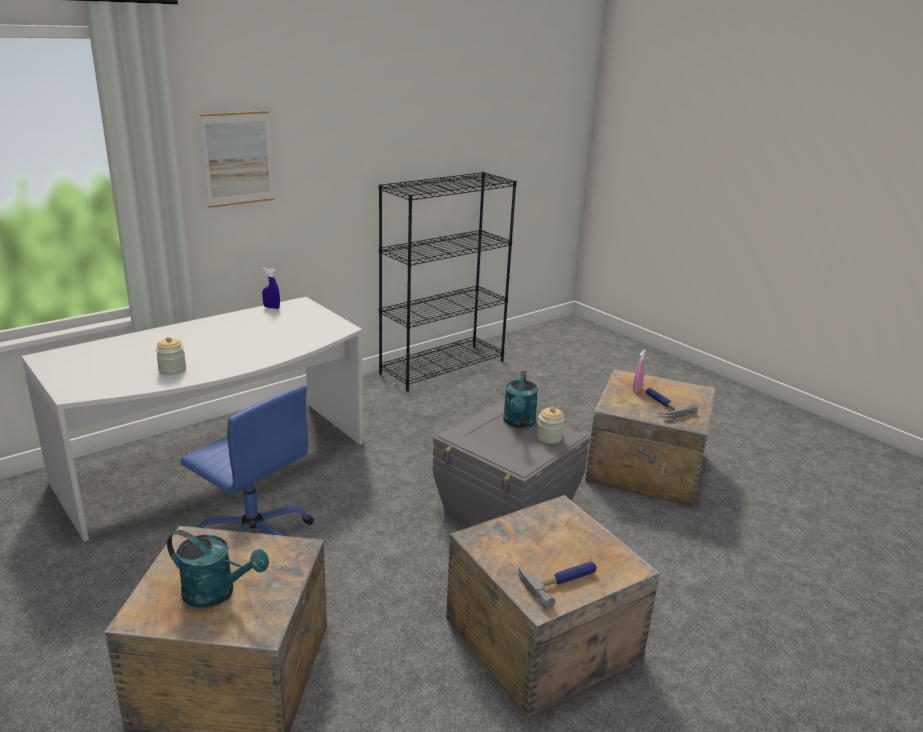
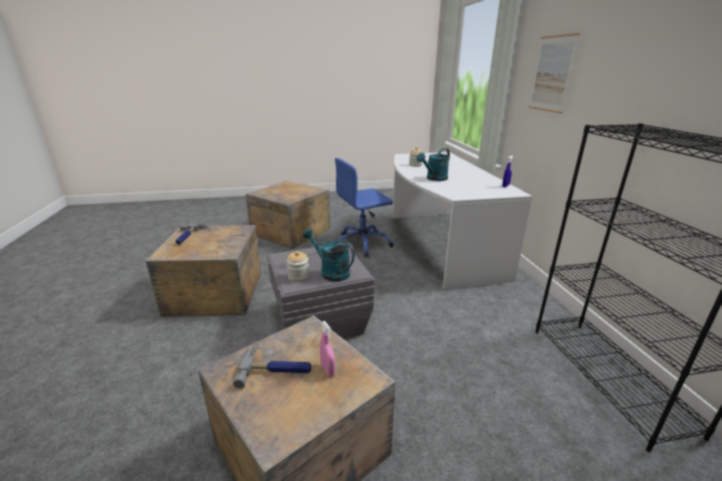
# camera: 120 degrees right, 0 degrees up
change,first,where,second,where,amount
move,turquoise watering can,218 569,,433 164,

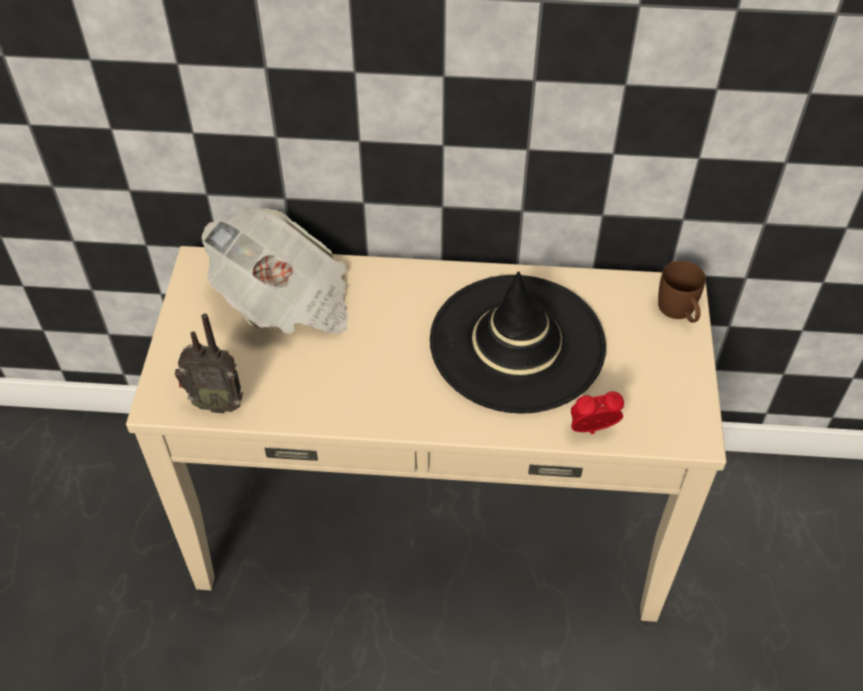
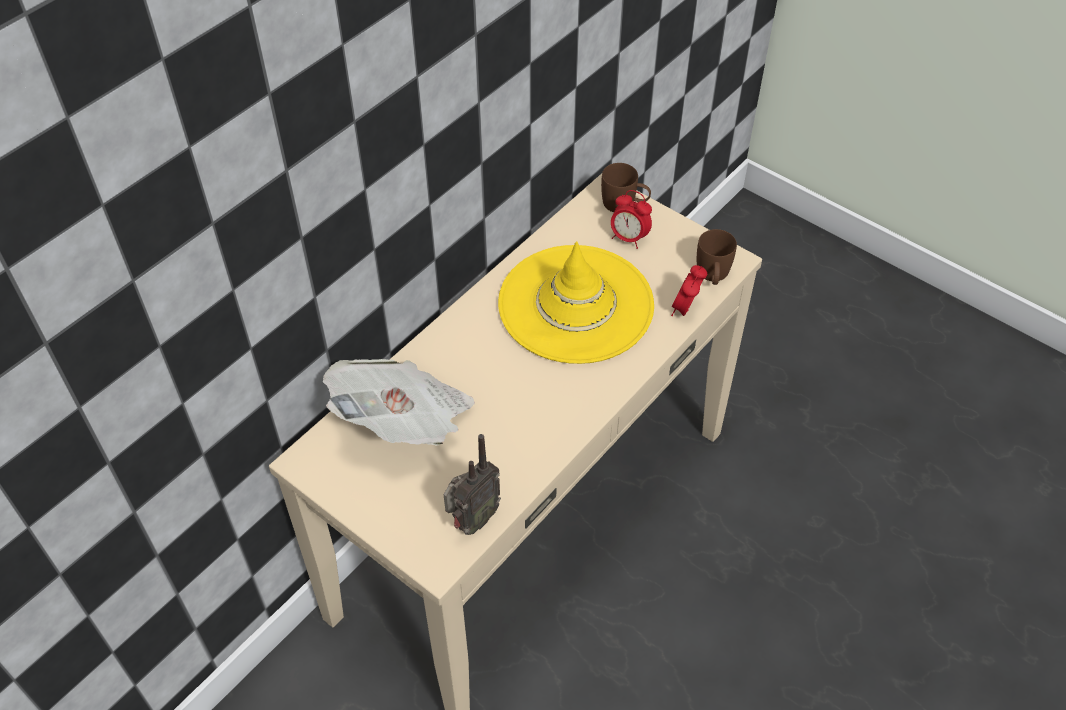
# camera: 55 degrees left, 0 degrees up
change,first,where,second,where,amount
recolor,black hat,518 342,yellow hat,576 302,
insert,,,alarm clock,631 219,
insert,,,brown mug,717 257,

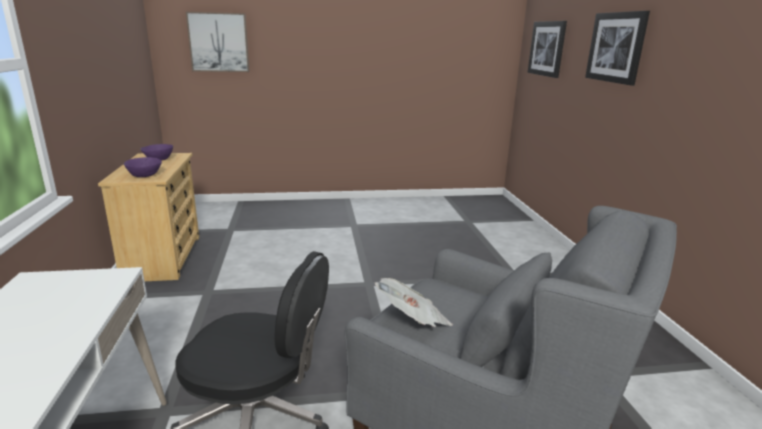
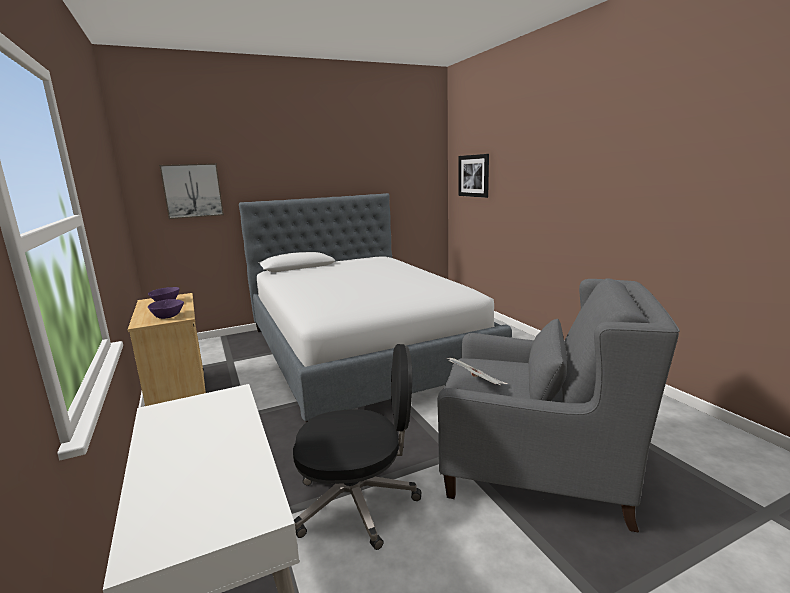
# camera: 15 degrees left, 5 degrees down
change,first,where,second,where,amount
delete,picture,617 48,,,
insert,,,bed,375 308,

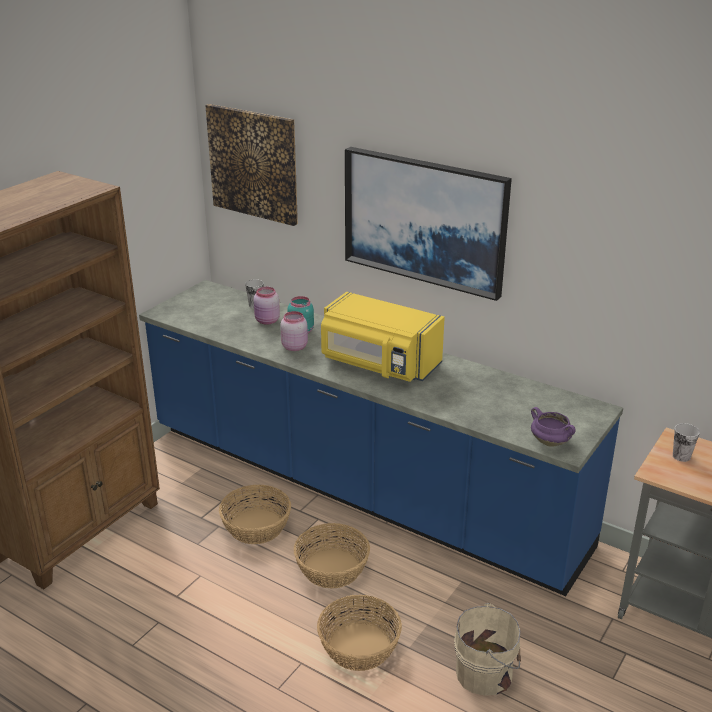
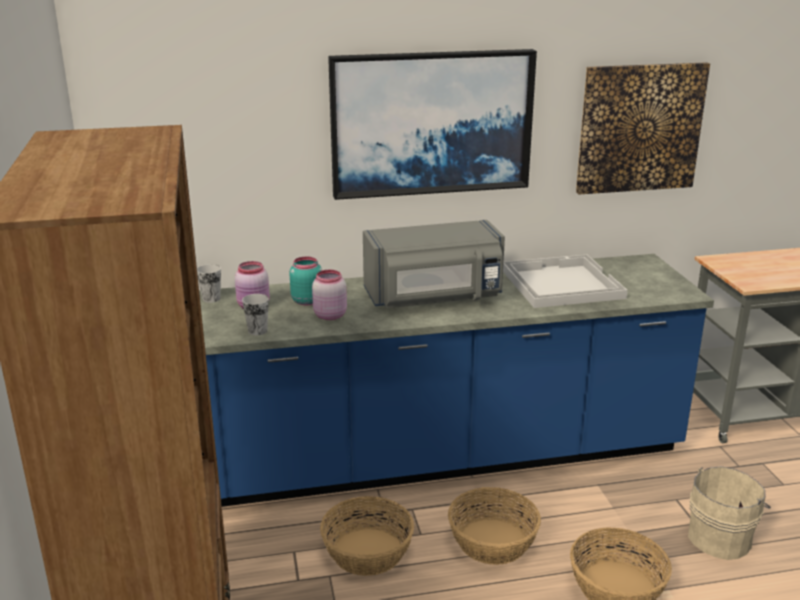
# camera: 45 degrees left, 5 degrees down
change,first,where,second,where,amount
move,picture,251 165,,643 128,
recolor,yellow microwave,383 337,grey microwave,434 264,
delete,purple cooking pot,553 427,,,
move,cup,686 442,,255 314,
insert,,,white tray,565 281,

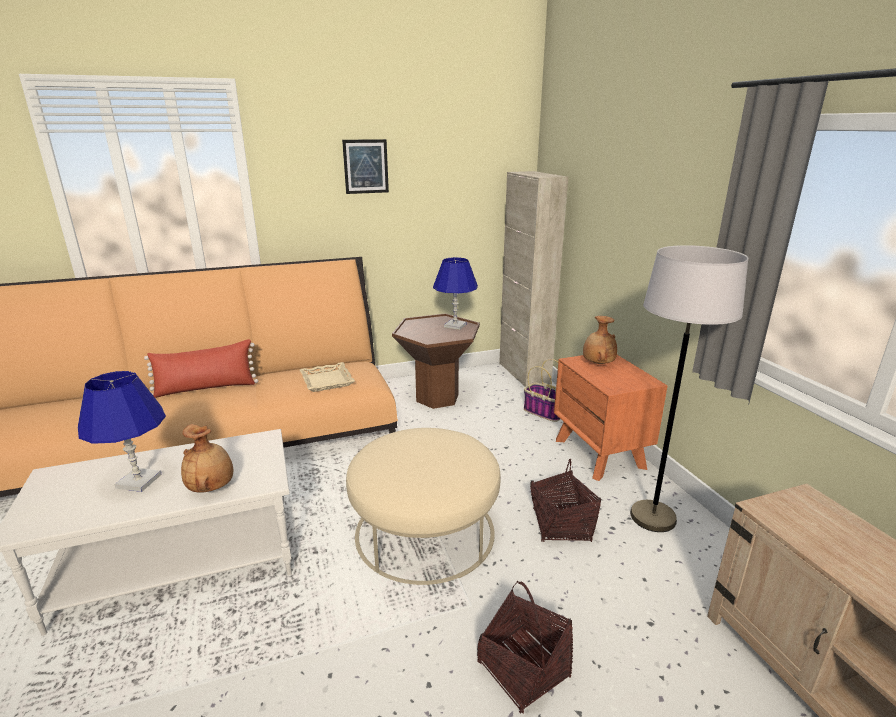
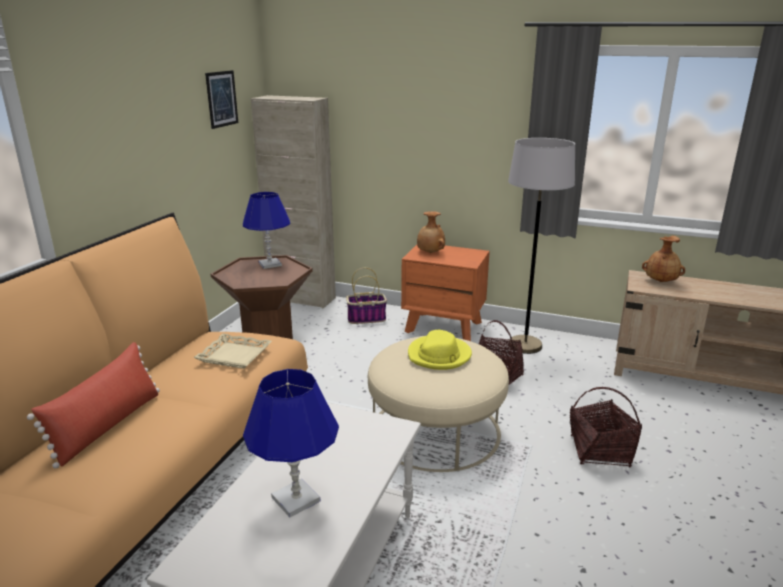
# camera: 50 degrees left, 0 degrees up
change,first,where,second,where,amount
move,brown vase,207 458,,663 259,
move,picture,365 166,,221 99,
insert,,,yellow hat,440 350,

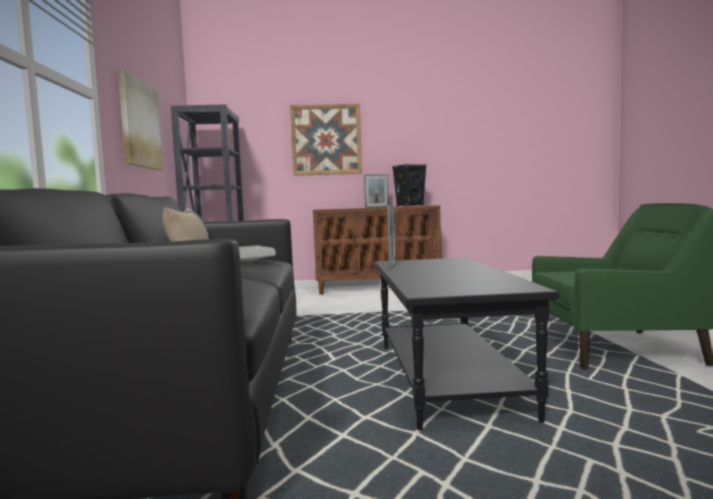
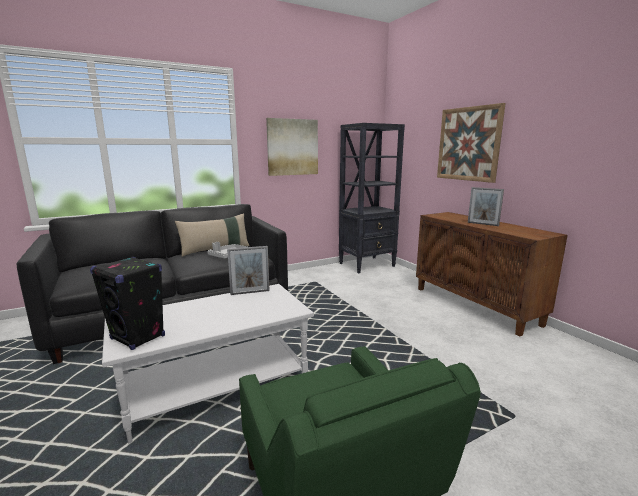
# camera: 65 degrees right, 10 degrees up
change,first,where,second,where,amount
recolor,black coffee table,466 344,white coffee table,208 363,
move,black speaker,409 185,,127 303,

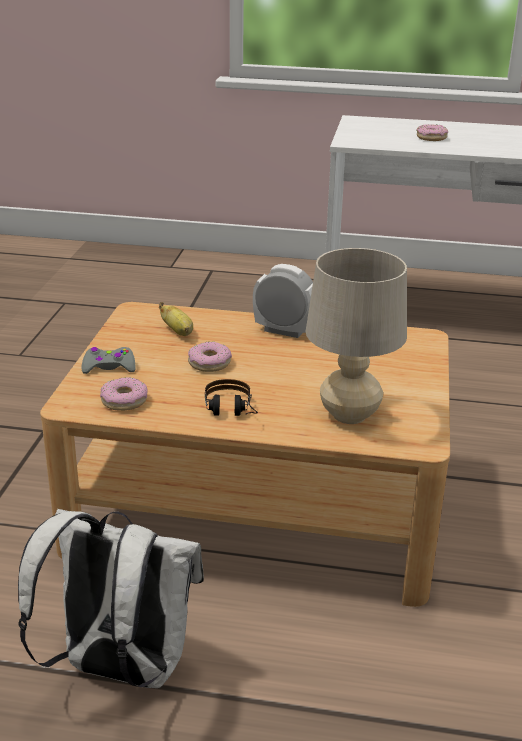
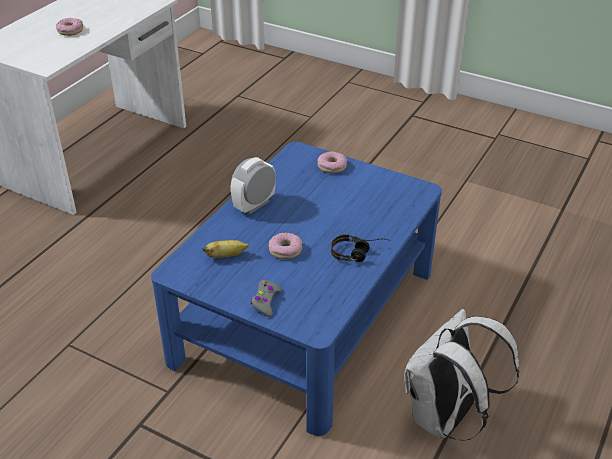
# camera: 70 degrees left, 10 degrees up
change,first,where,second,where,amount
recolor,beige coffee table,245 454,blue coffee table,296 289,
move,donut,124 394,,332 162,
delete,beige table lamp,356 336,,,

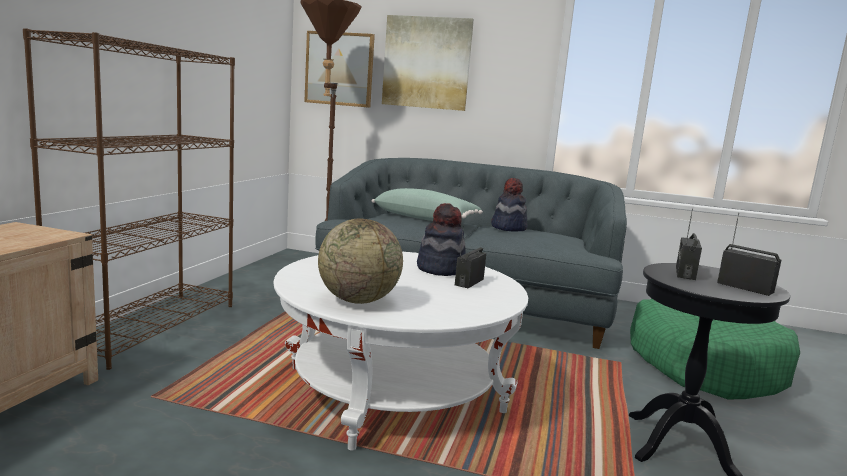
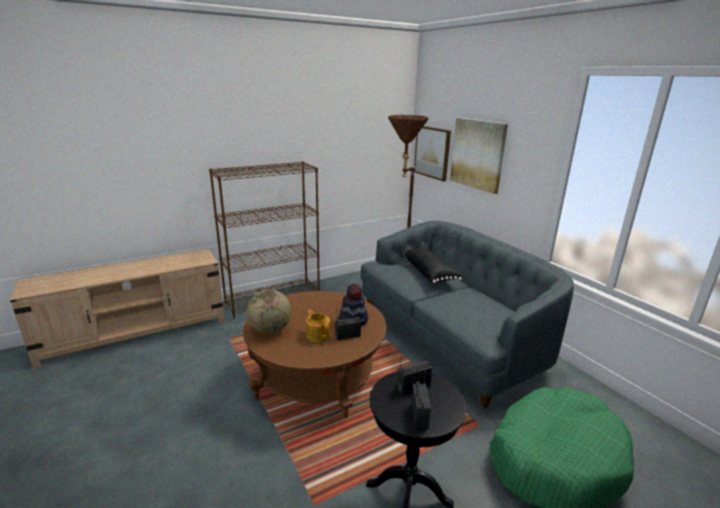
# camera: 45 degrees right, 10 degrees up
change,first,where,second,where,amount
recolor,white coffee table,400 351,brown coffee table,314 354,
recolor,green pillow,427 204,black pillow,433 266,
delete,hat,509 204,,,
insert,,,teapot,318 325,

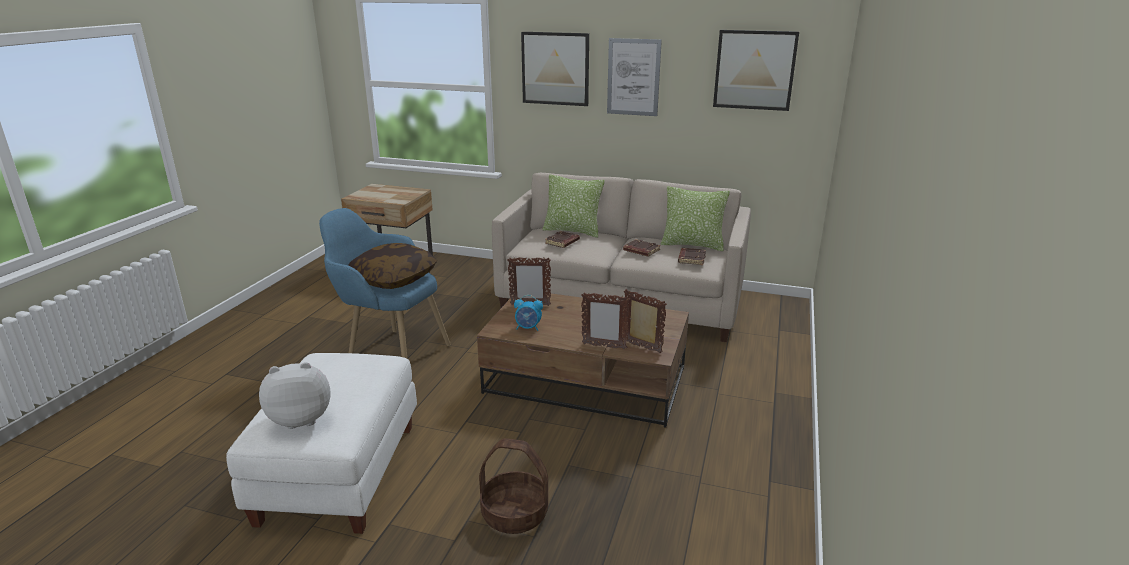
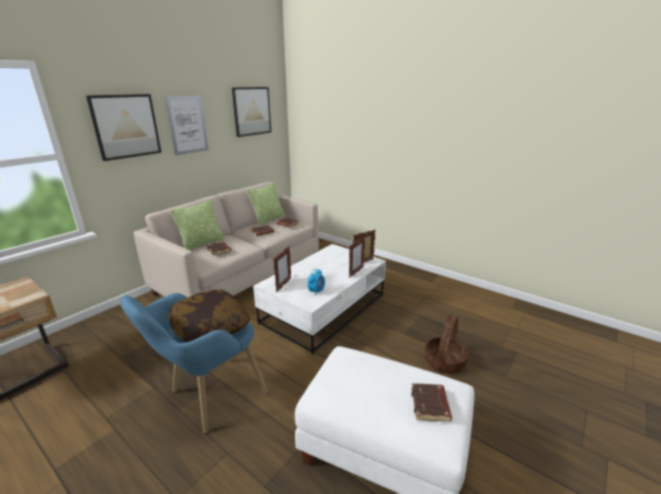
# camera: 70 degrees left, 0 degrees up
change,first,where,second,where,amount
replace,plush toy,295 395,brown book,431 402,
recolor,brown coffee table,583 360,white coffee table,319 299,

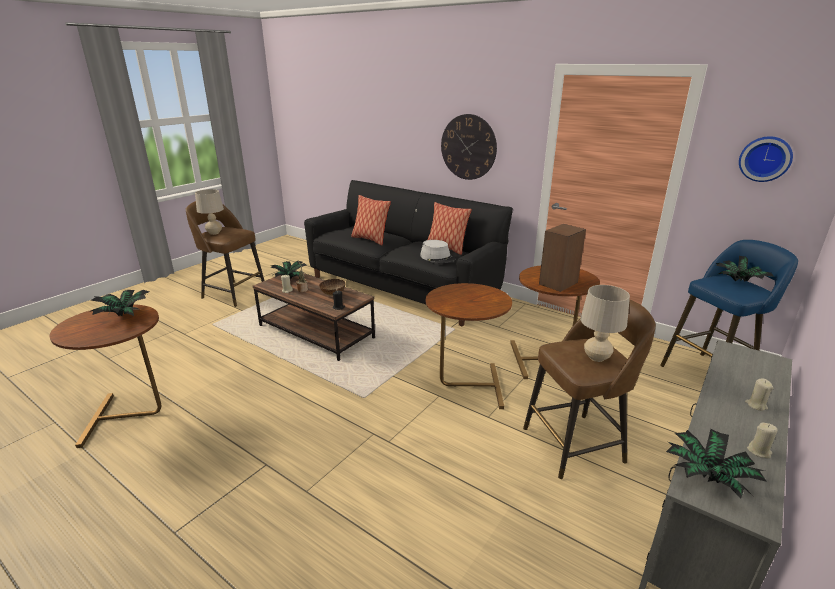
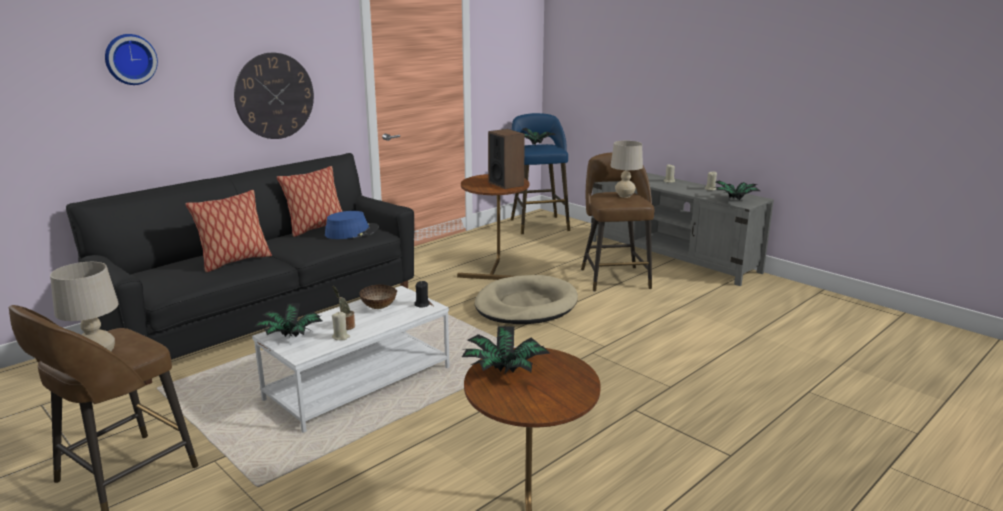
# camera: 80 degrees left, 5 degrees down
change,first,where,second,where,amount
recolor,brown coffee table,314 316,white coffee table,351 359,
recolor,grey hat,438 252,blue hat,352 225,
replace,brown side table,469 346,beige dog bed,526 299,
move,wall clock,766 159,,131 59,

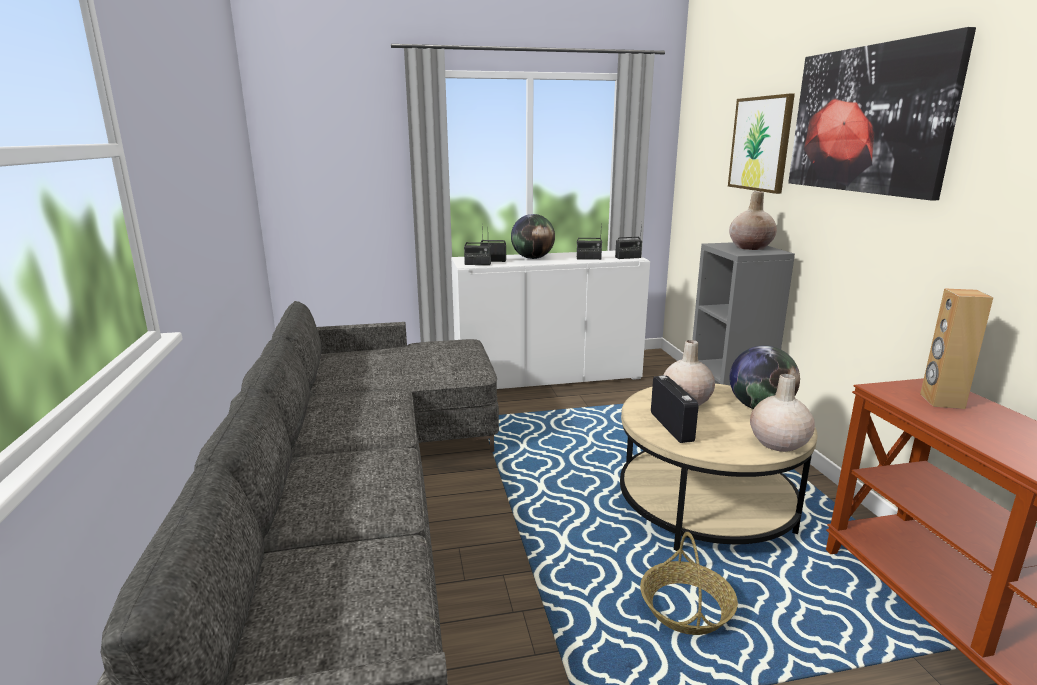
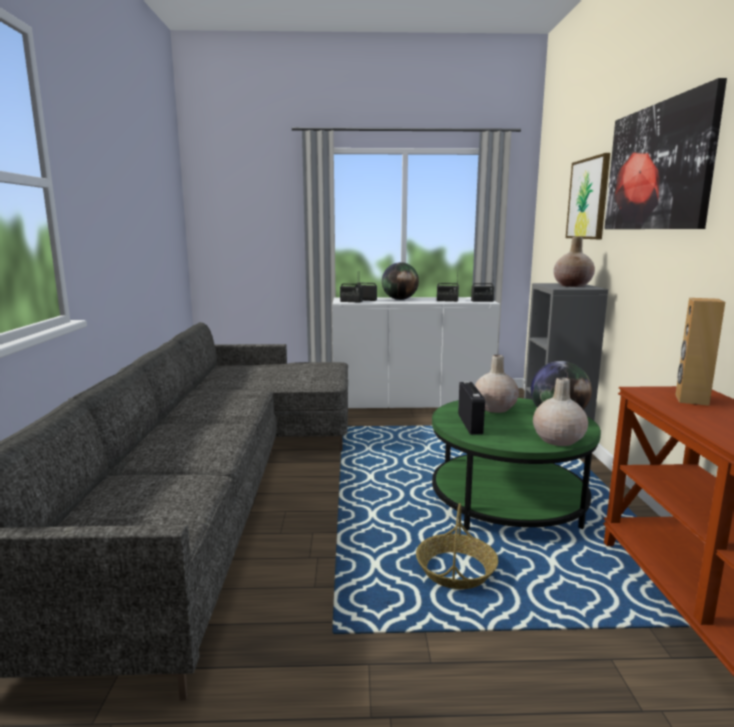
# camera: 10 degrees right, 5 degrees down
change,first,where,second,where,amount
recolor,beige coffee table,718 467,green coffee table,516 464,

